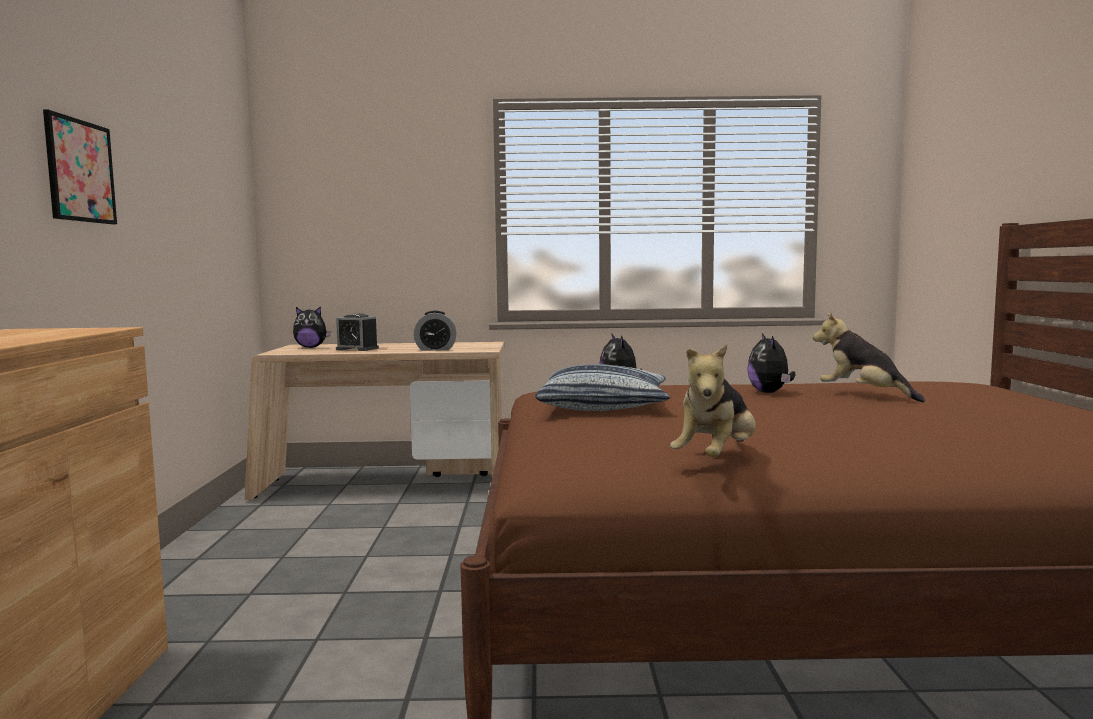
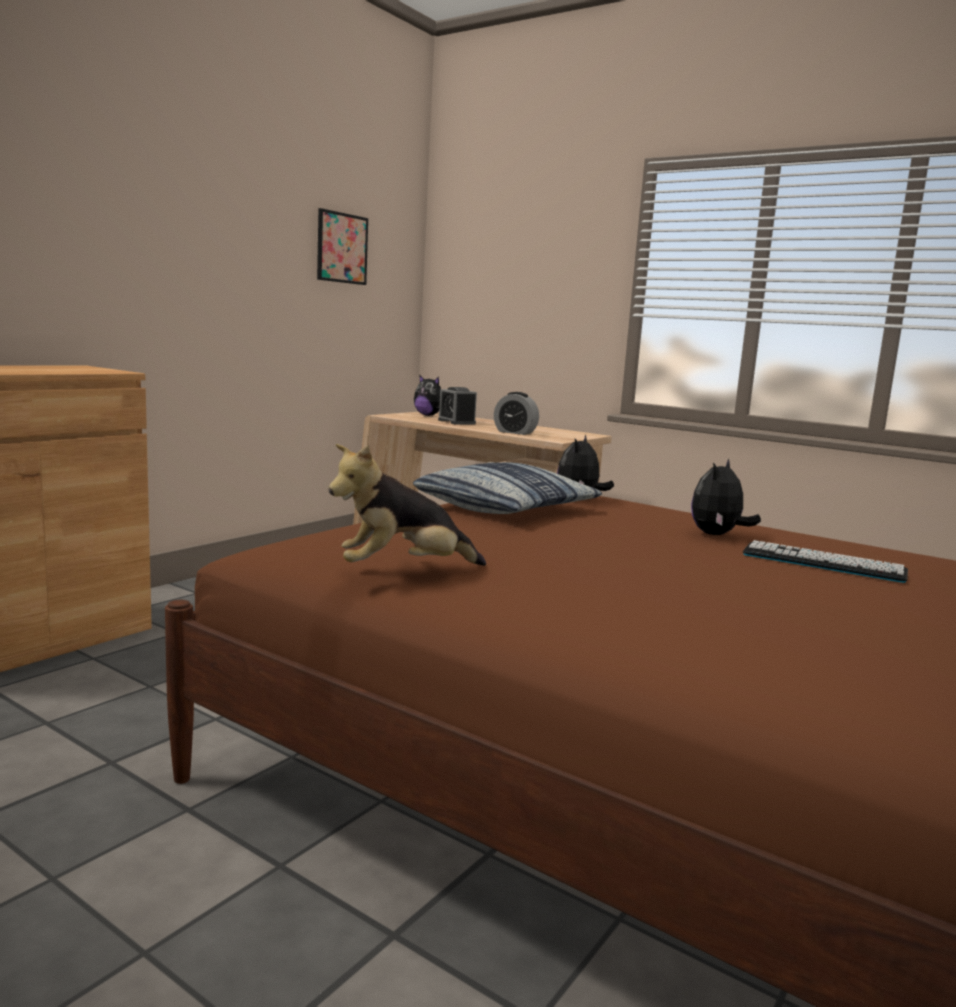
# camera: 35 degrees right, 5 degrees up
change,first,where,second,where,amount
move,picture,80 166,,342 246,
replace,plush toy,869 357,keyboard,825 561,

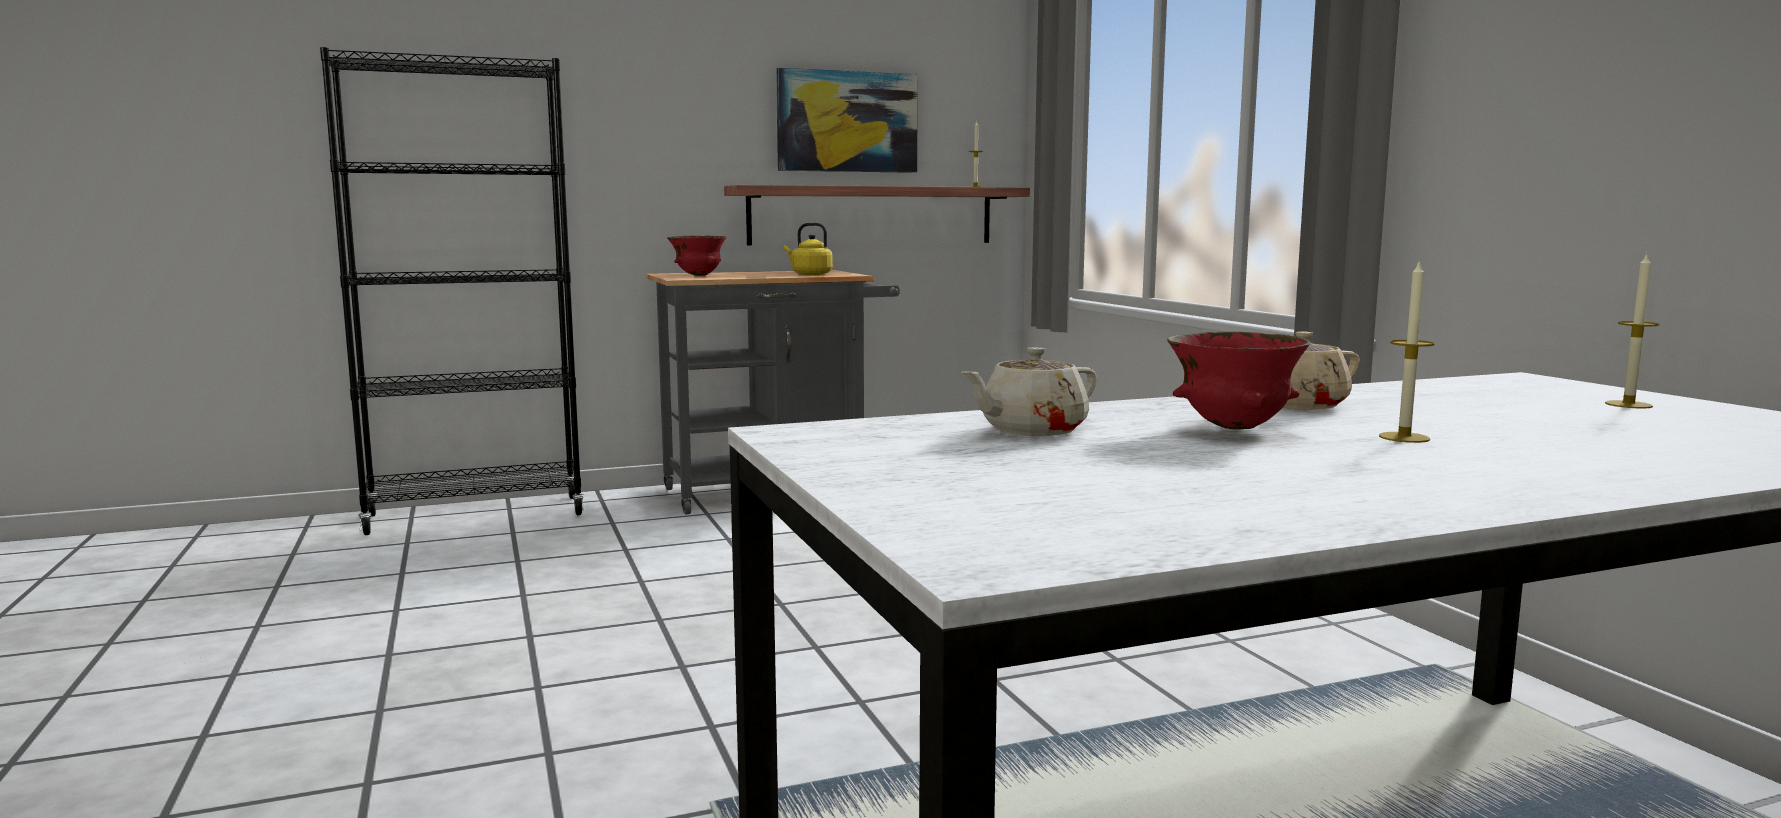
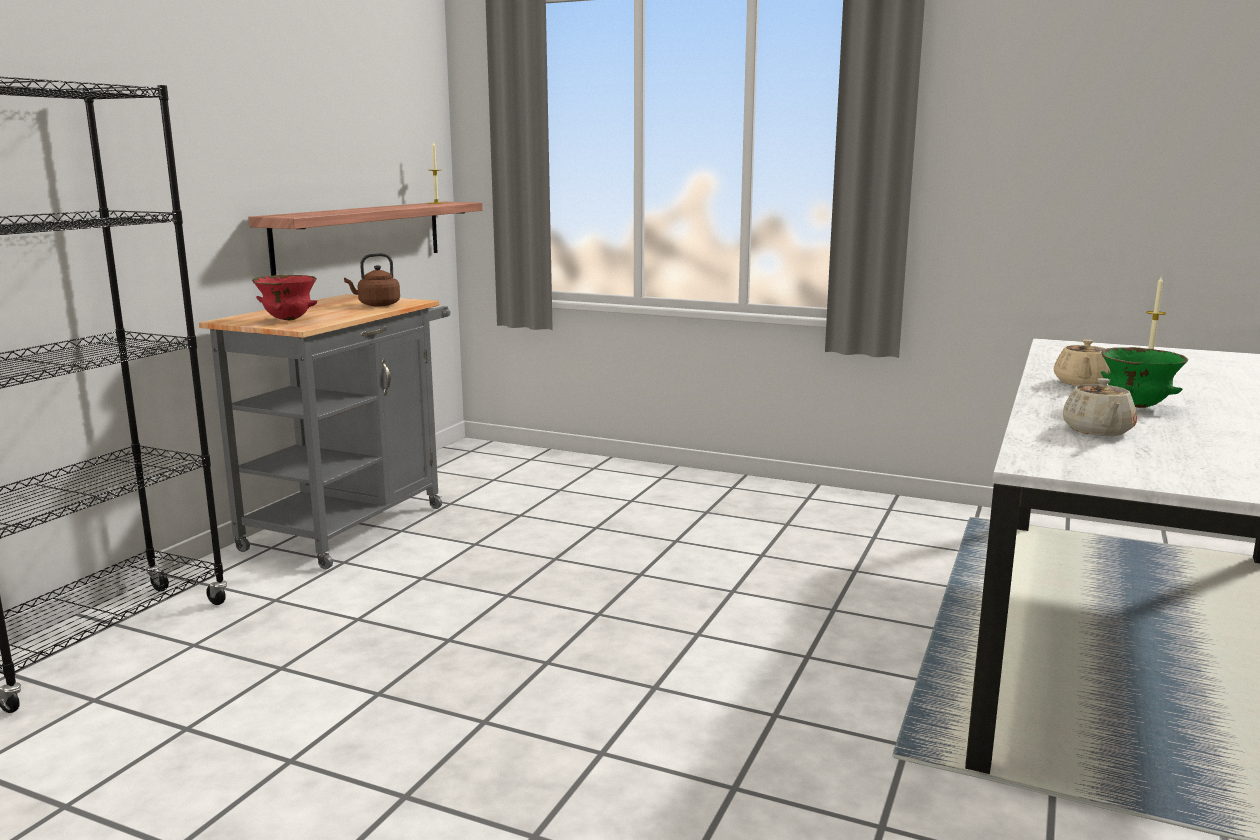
# camera: 45 degrees left, 5 degrees up
change,first,where,second,where,amount
delete,picture,847 120,,,
recolor,yellow kettle,808 249,brown kettle,372 279,
recolor,red bowl,1238 380,green bowl,1144 377,
delete,candle,1407 352,,,

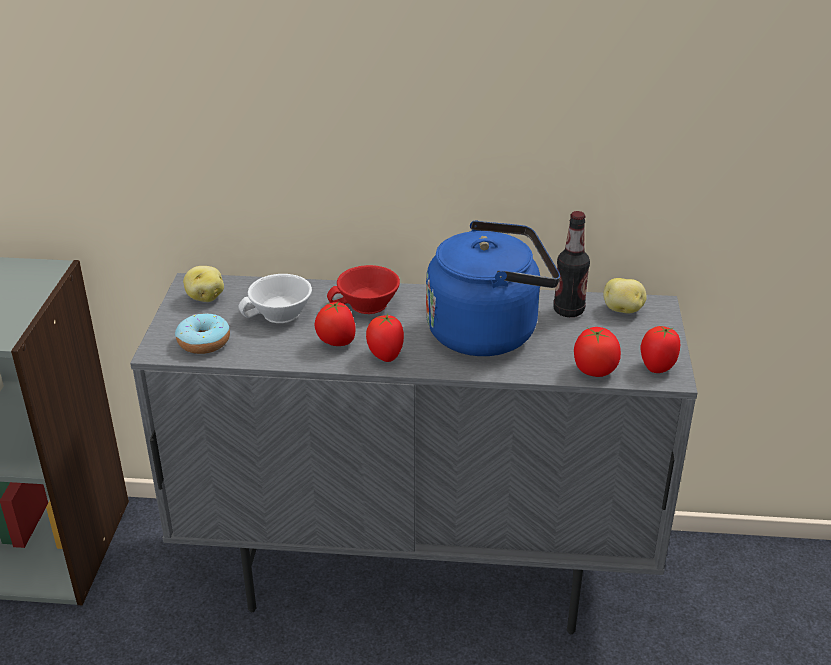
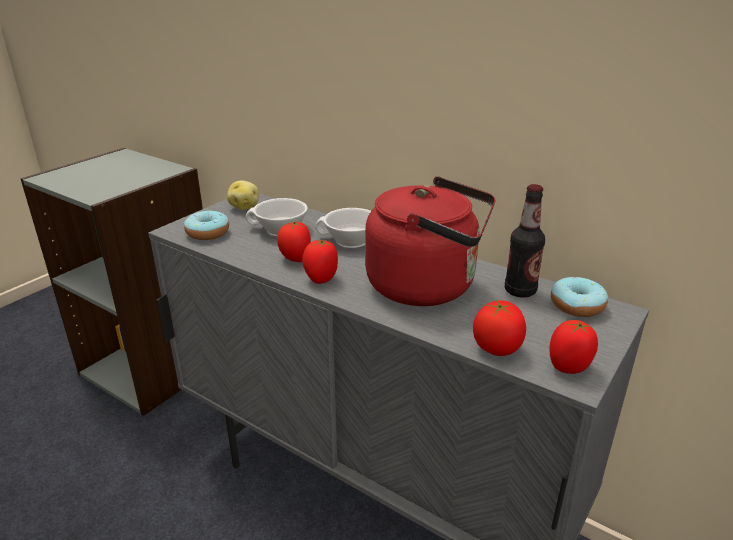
# camera: 30 degrees right, 5 degrees down
change,first,where,second,where,amount
recolor,red cup,363 289,white cup,343 228,
recolor,blue kettle,493 288,red kettle,430 241,
replace,potato,625 296,donut,579 297,

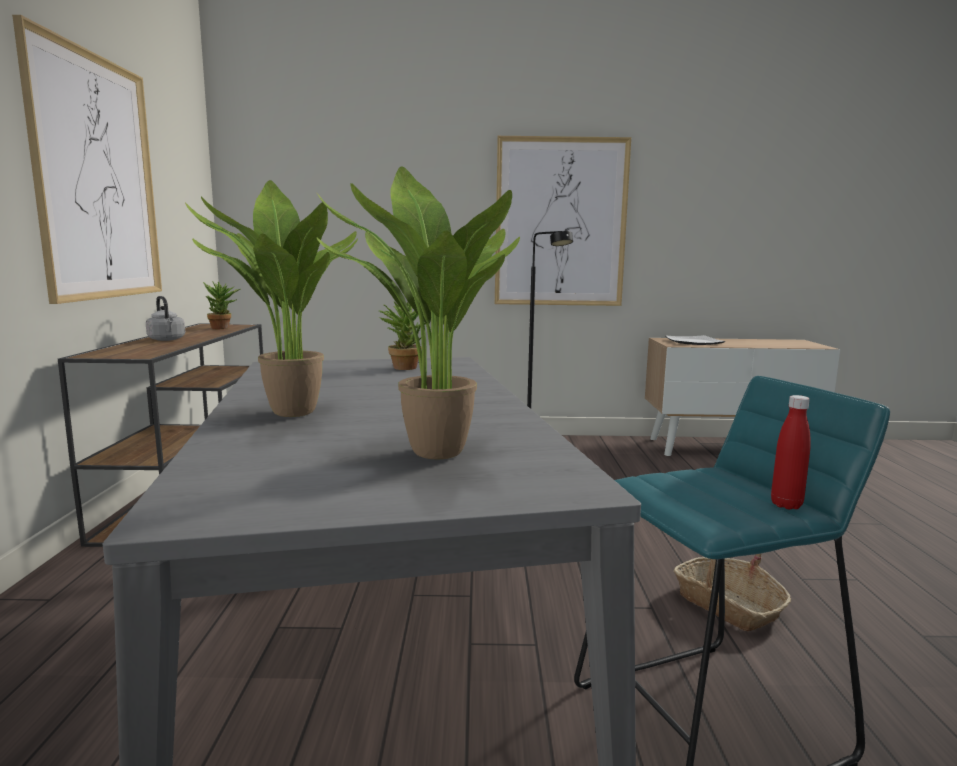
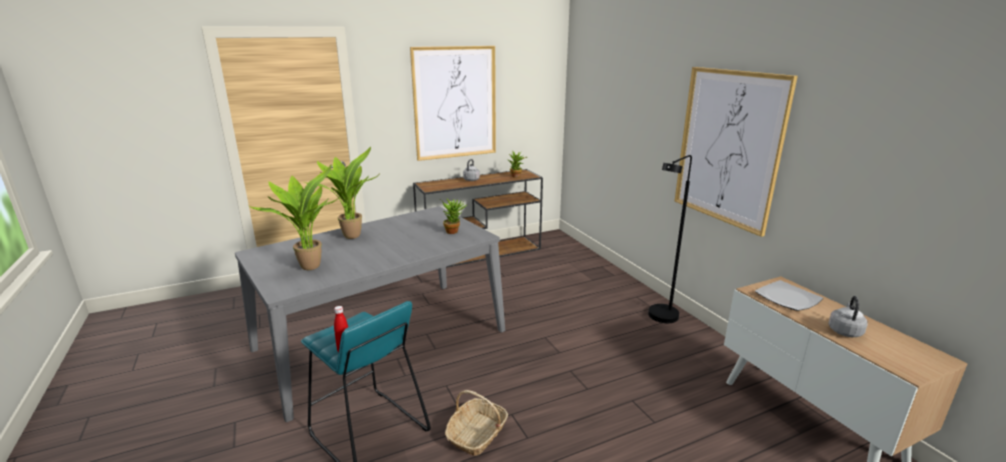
# camera: 65 degrees right, 10 degrees up
change,first,where,second,where,amount
insert,,,grey kettle,848 316,

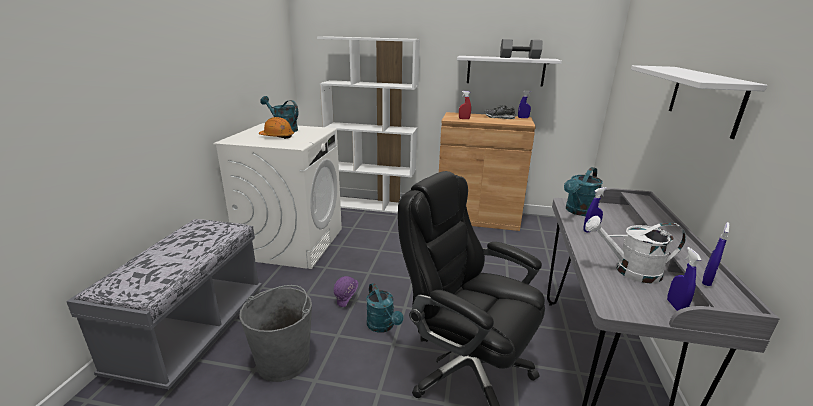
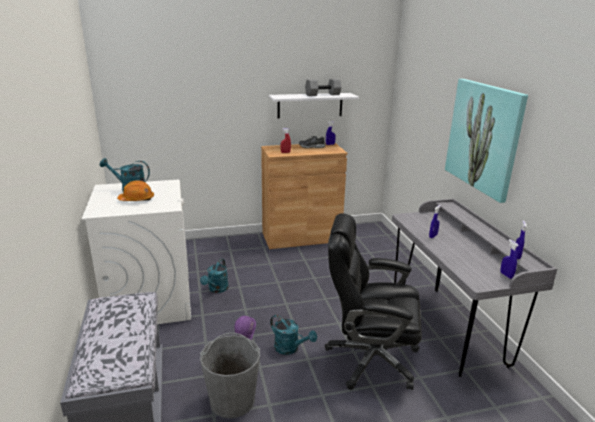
# camera: 25 degrees left, 0 degrees up
change,first,where,second,where,amount
delete,white bookcase,368 124,,,
move,turquoise watering can,583 191,,214 276,
delete,white watering can,635 250,,,
replace,white shelf,699 102,picture,486 141,

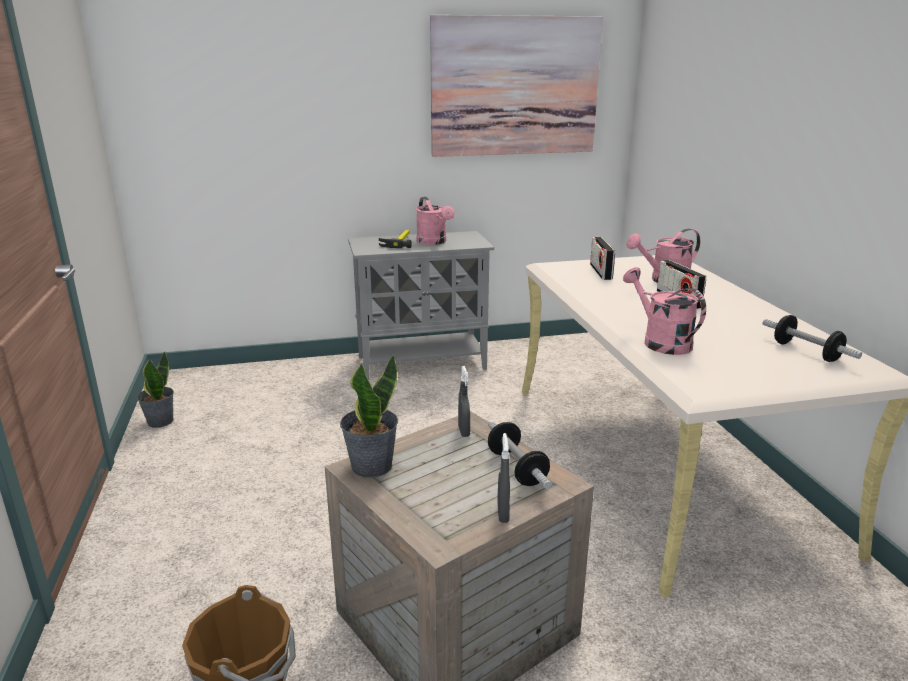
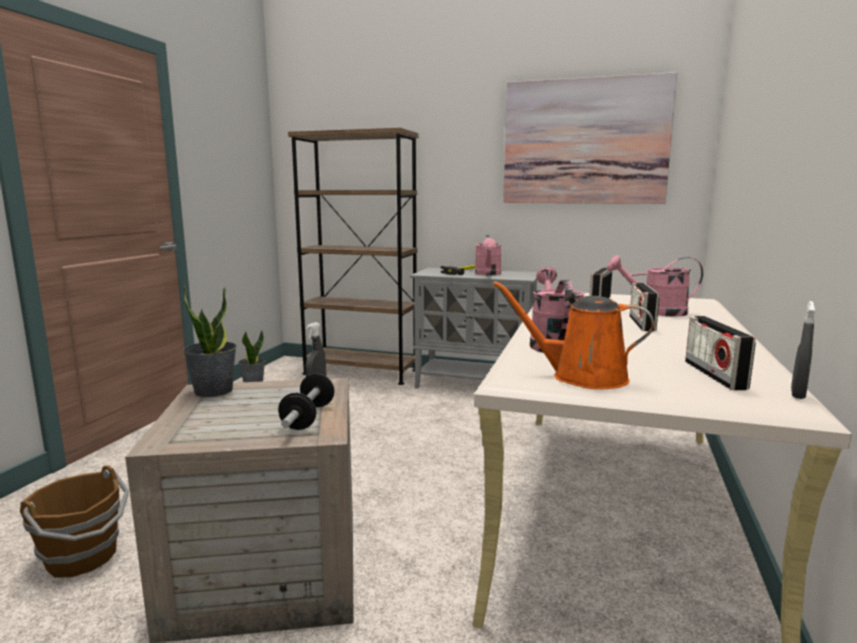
# camera: 30 degrees right, 10 degrees down
change,first,where,second,where,amount
move,grey spray bottle,503 478,,803 350,
replace,dumbbell,812 338,radio,720 353,
insert,,,brown bookcase,353 256,
insert,,,orange watering can,573 335,

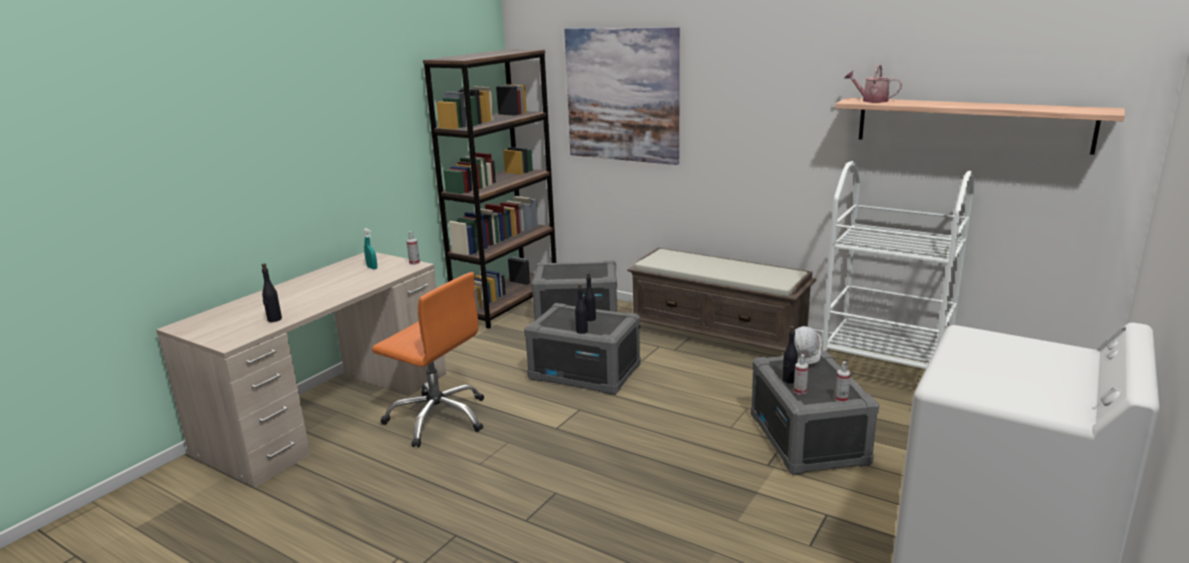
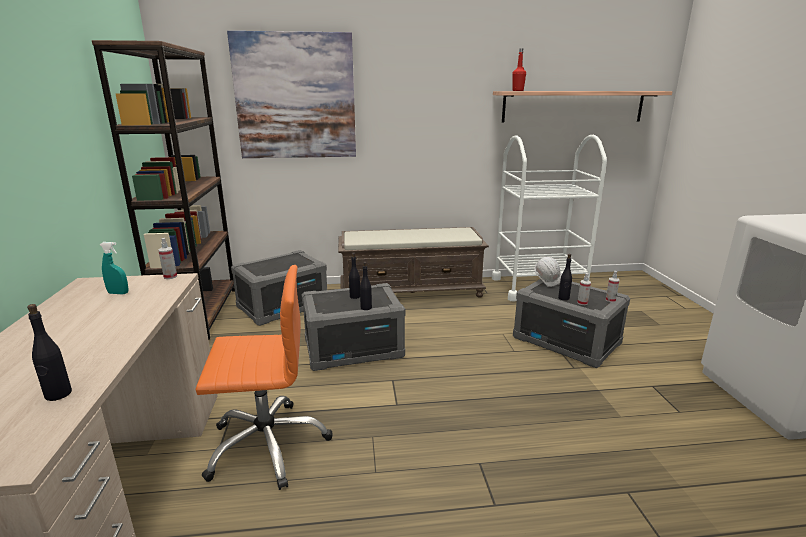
# camera: 40 degrees left, 0 degrees up
change,first,where,second,where,amount
replace,watering can,873 83,red bottle,519 69,

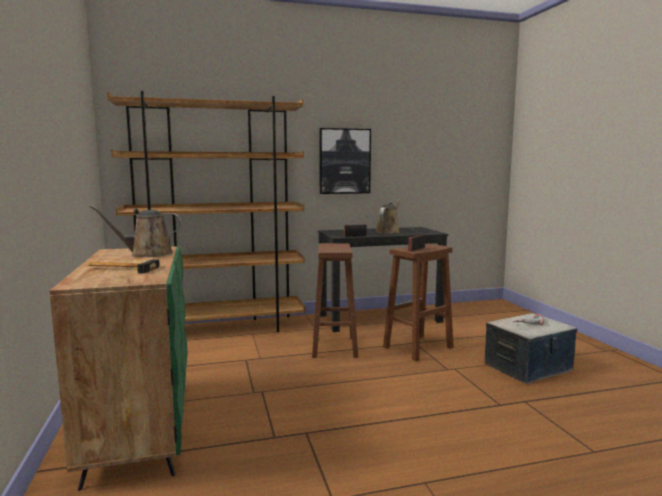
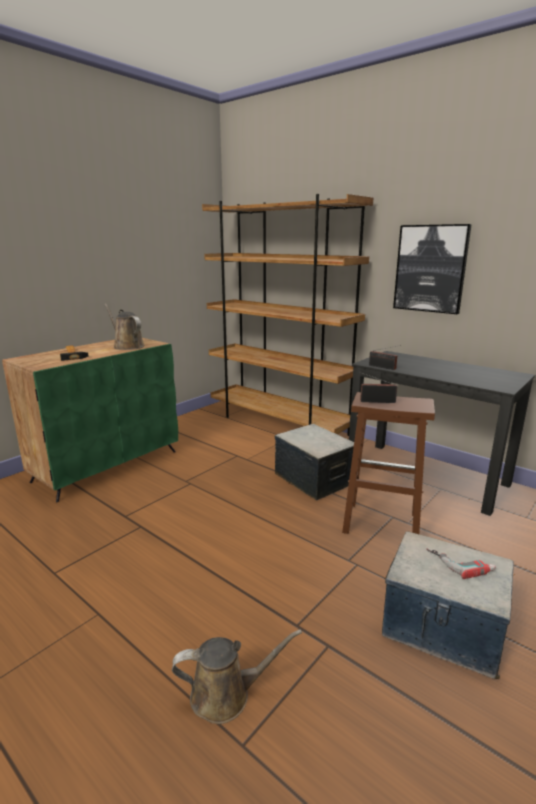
# camera: 55 degrees right, 10 degrees up
change,first,where,second,where,amount
replace,brown stool,335 300,storage box,314 462,
move,brown watering can,388 216,,237 676,

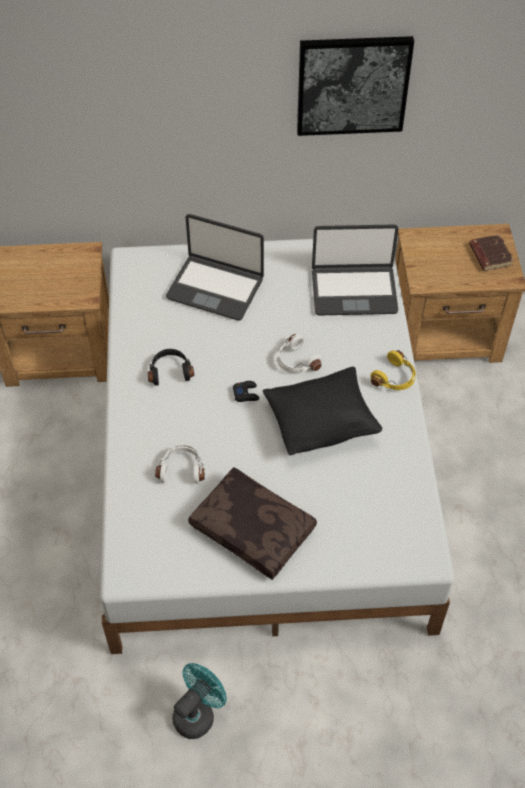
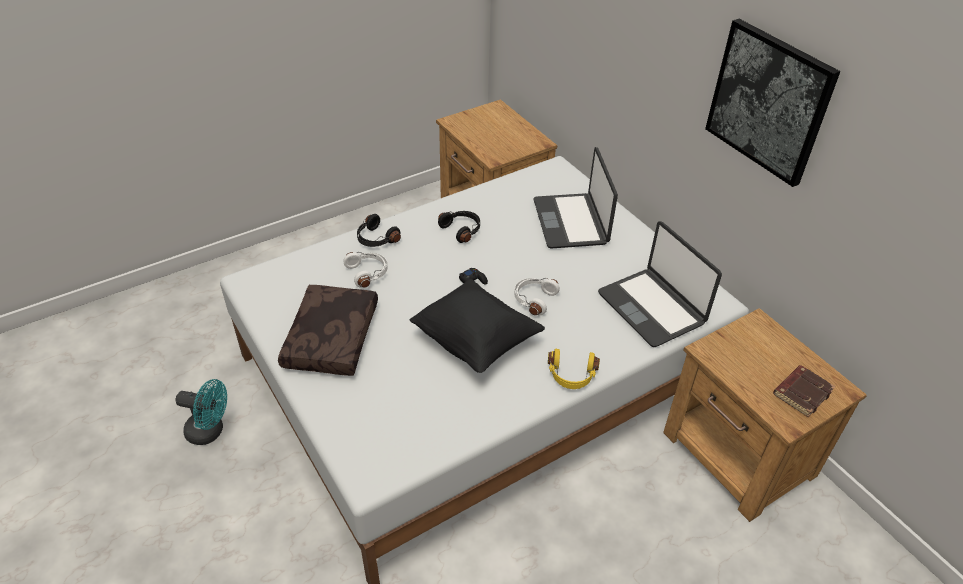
# camera: 60 degrees right, 10 degrees down
change,first,where,second,where,amount
insert,,,black headphones,379 230,

